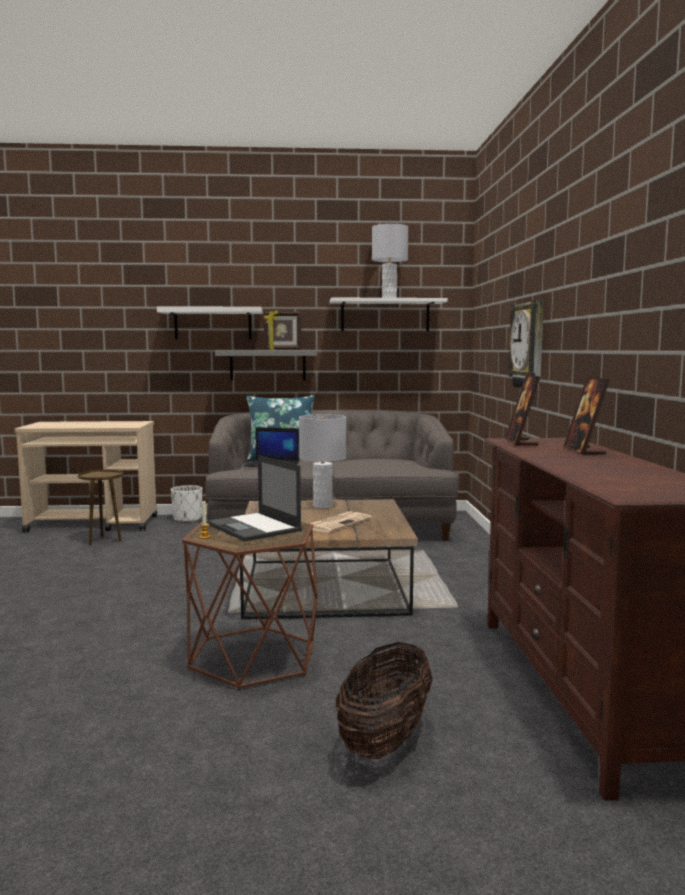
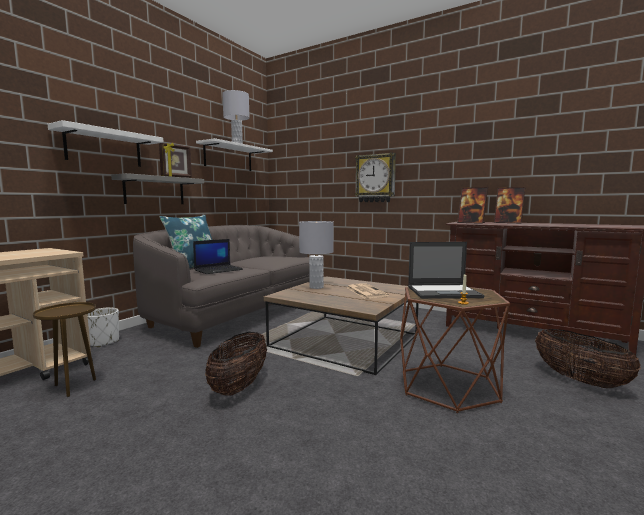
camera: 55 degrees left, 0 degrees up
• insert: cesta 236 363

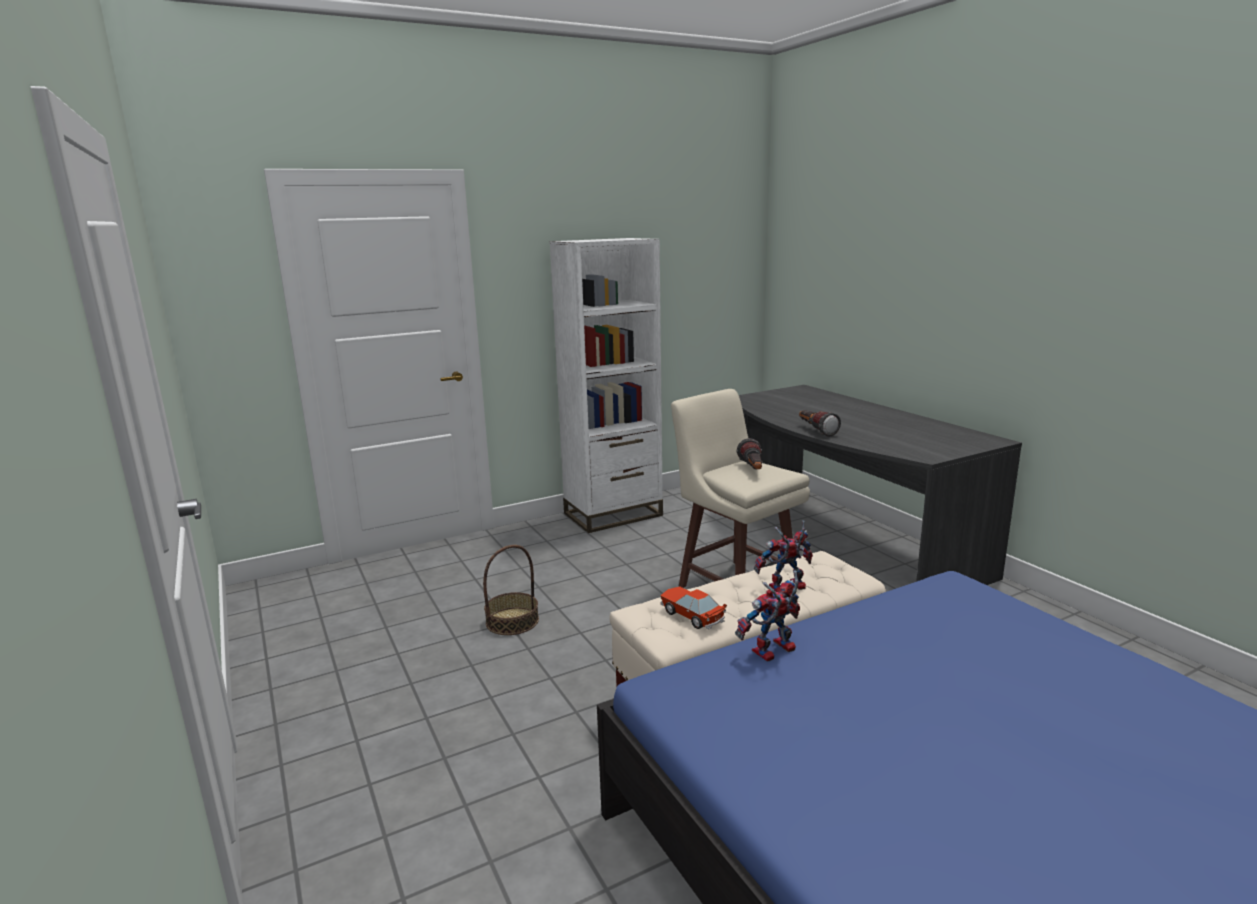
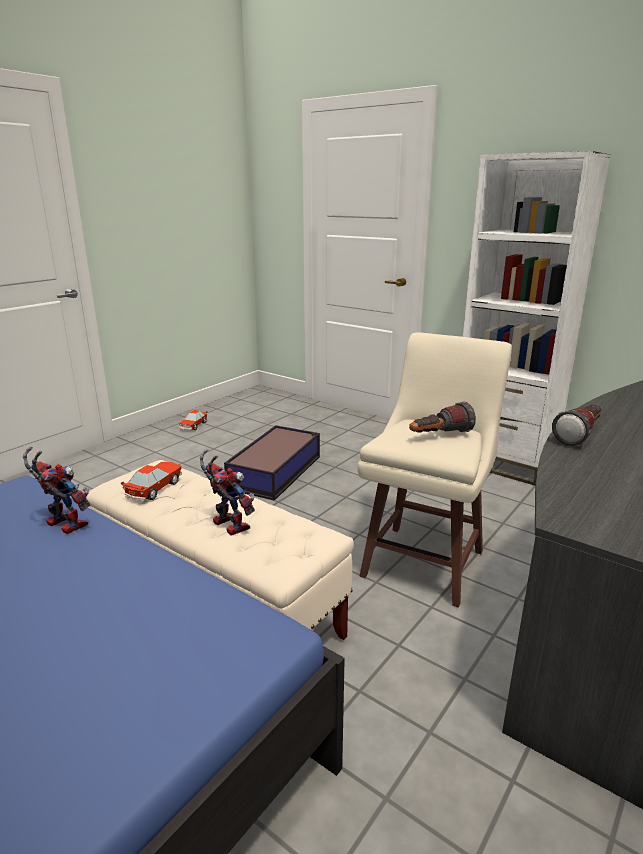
camera: 65 degrees right, 5 degrees up
• insert: coche de juguete 193 420
• replace: cesta 511 590 to caja de almacenaje 272 463

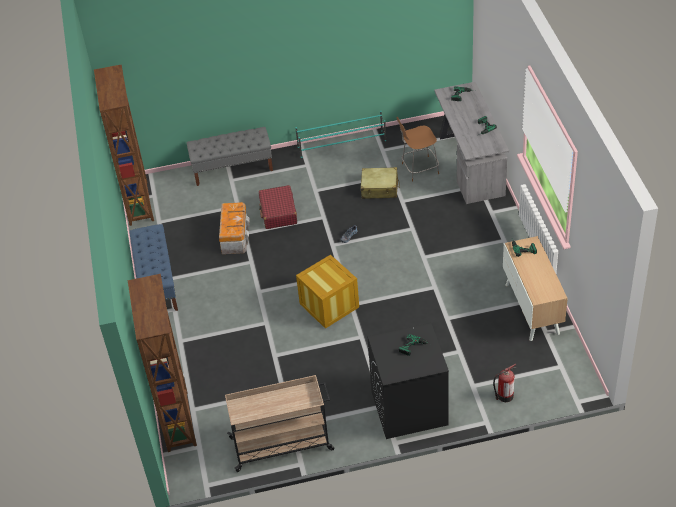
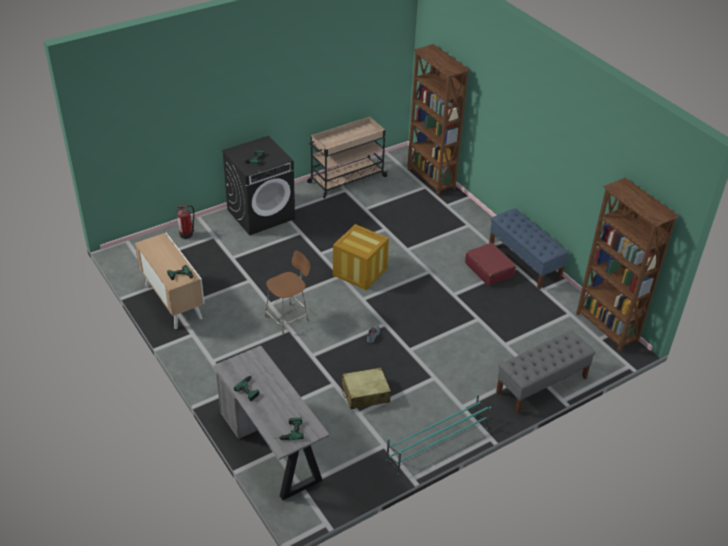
camera: 155 degrees right, 5 degrees down
• delete: caja de almacenaje 234 228
• move: maleta/rojo 278 207 to 490 264
• move: silla/marrón 418 149 to 288 292

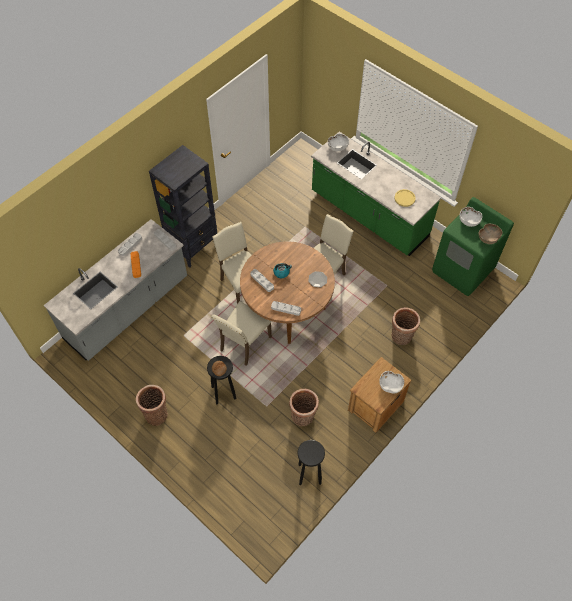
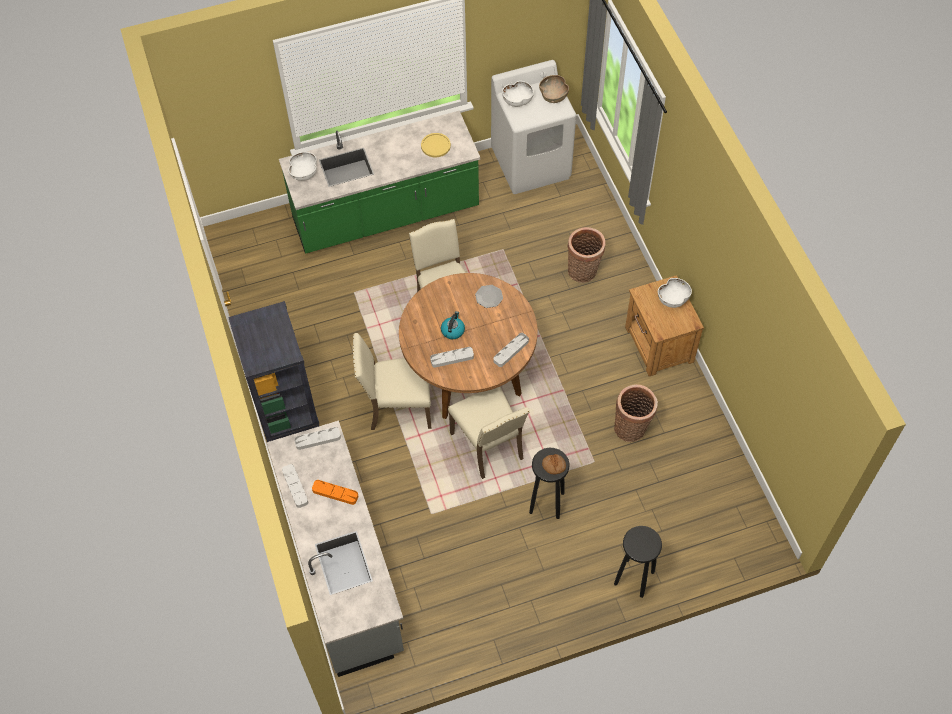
camera: 60 degrees left, 0 degrees up
• delete: cesta 152 405
• move: taburete/negro 311 462 to 638 562
• recolor: lavadora/verde 473 246 to lavadora/blanco 533 127

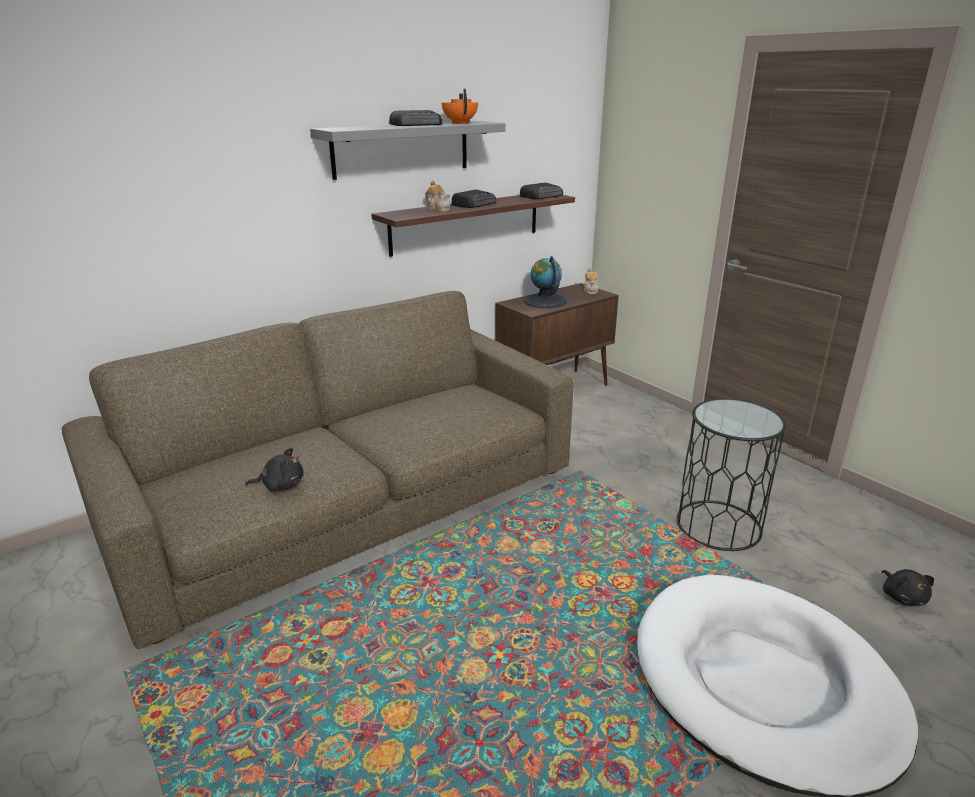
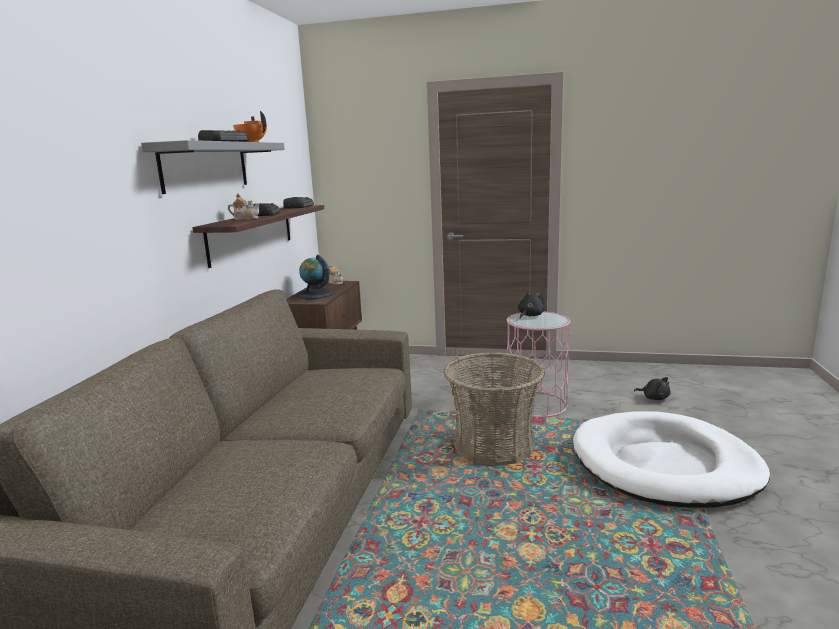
camera: 40 degrees left, 10 degrees down
• insert: cesta 494 409
• move: peluche/negro 274 470 to 531 305
• recolor: mesa auxiliar/negro 731 475 to mesa auxiliar/rosa 538 364

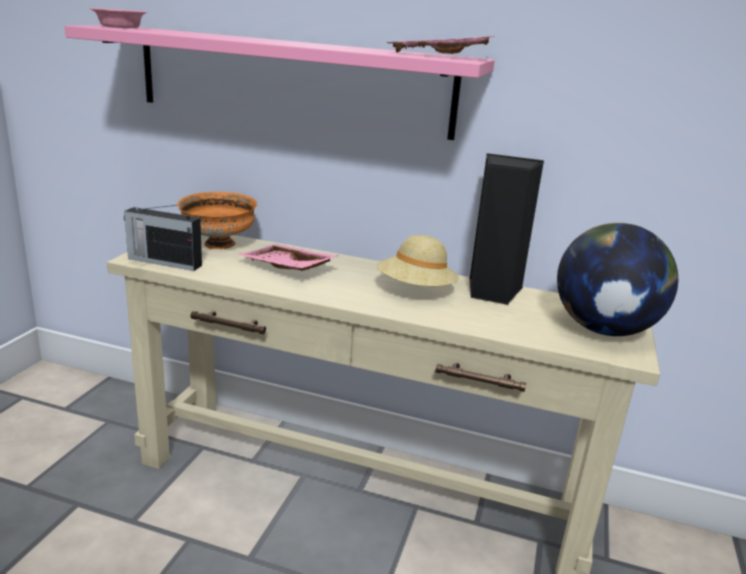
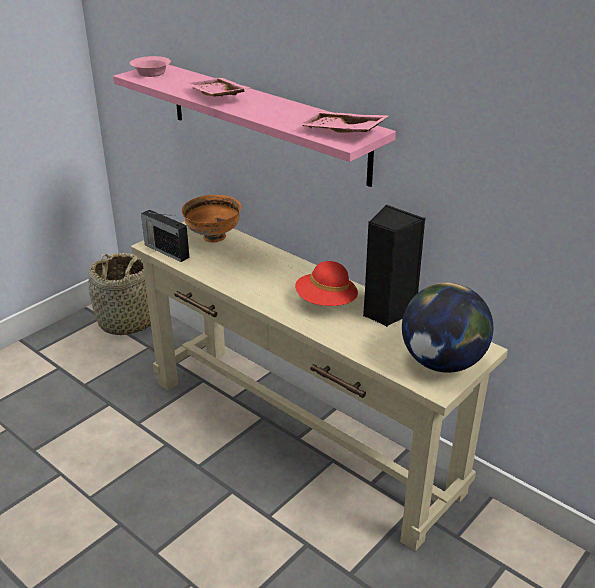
camera: 25 degrees right, 10 degrees up
• insert: cesta 119 294
• move: bandeja/rosa 288 257 to 217 87
• recolor: sombrero/beis 418 260 to sombrero/rojo 326 283

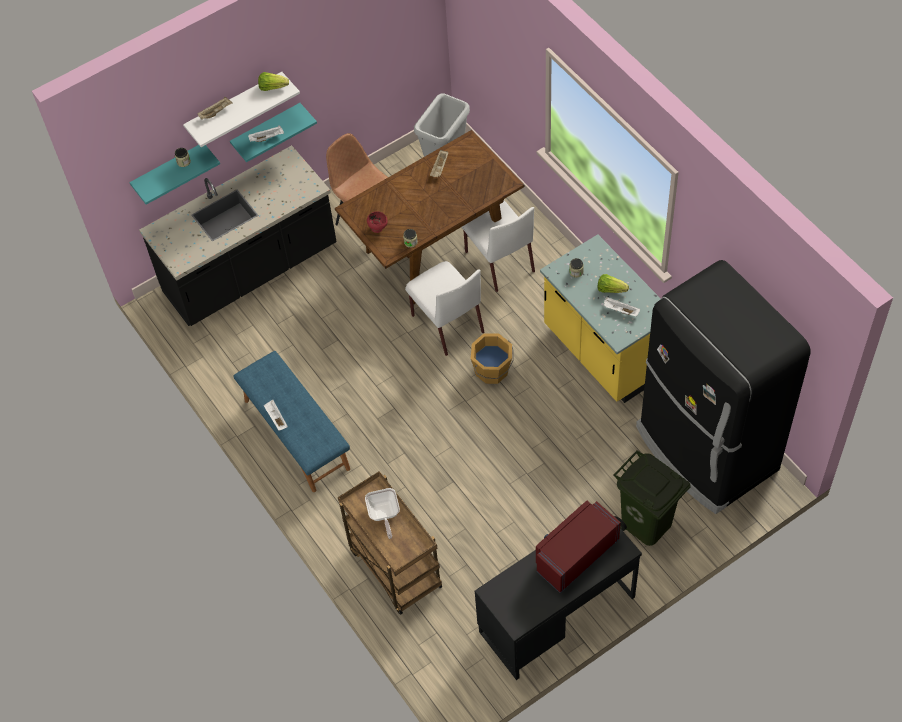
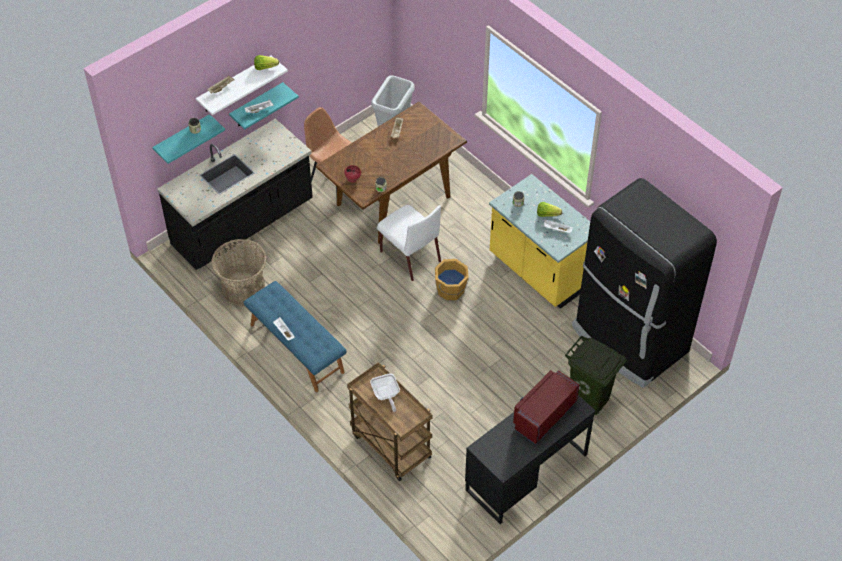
camera: 10 degrees left, 5 degrees down
• delete: silla/blanco 498 246
• insert: cesta 239 272

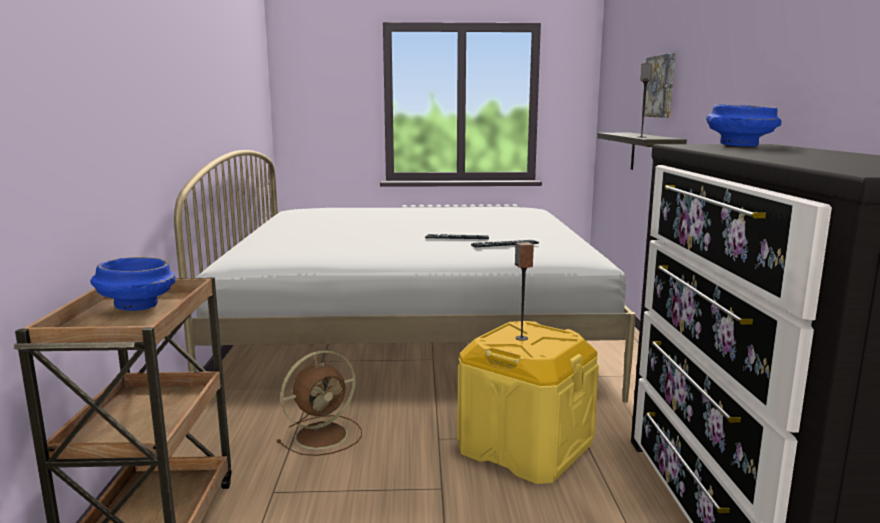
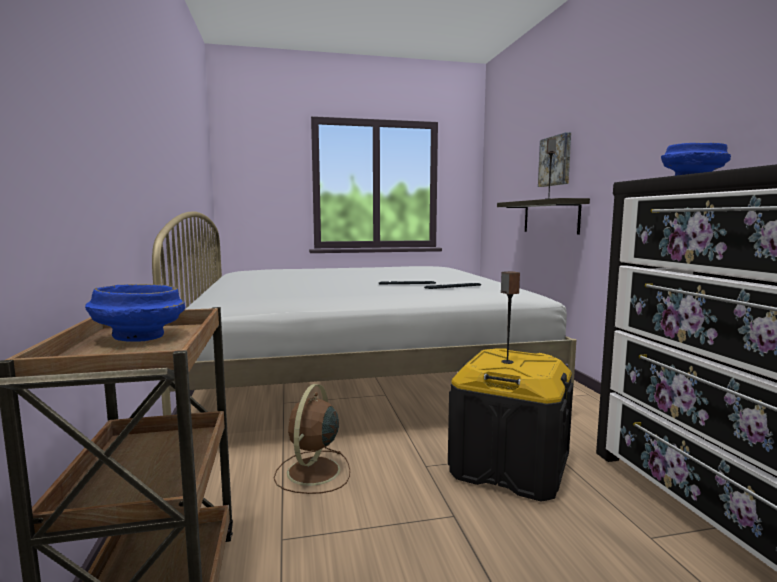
camera: 10 degrees left, 5 degrees down
• recolor: caja de almacenaje/amarillo 528 402 to caja de almacenaje/negro 510 425
• rotate: ventilador/marrón 319 403 = 312 439 150 degrees clockwise

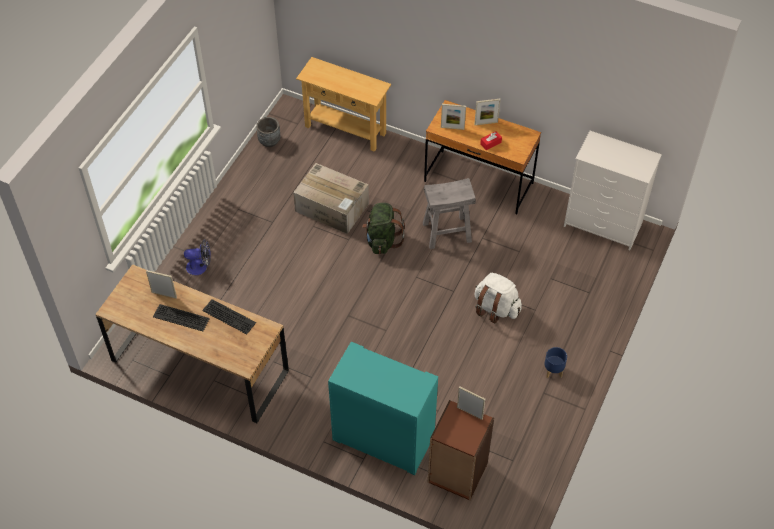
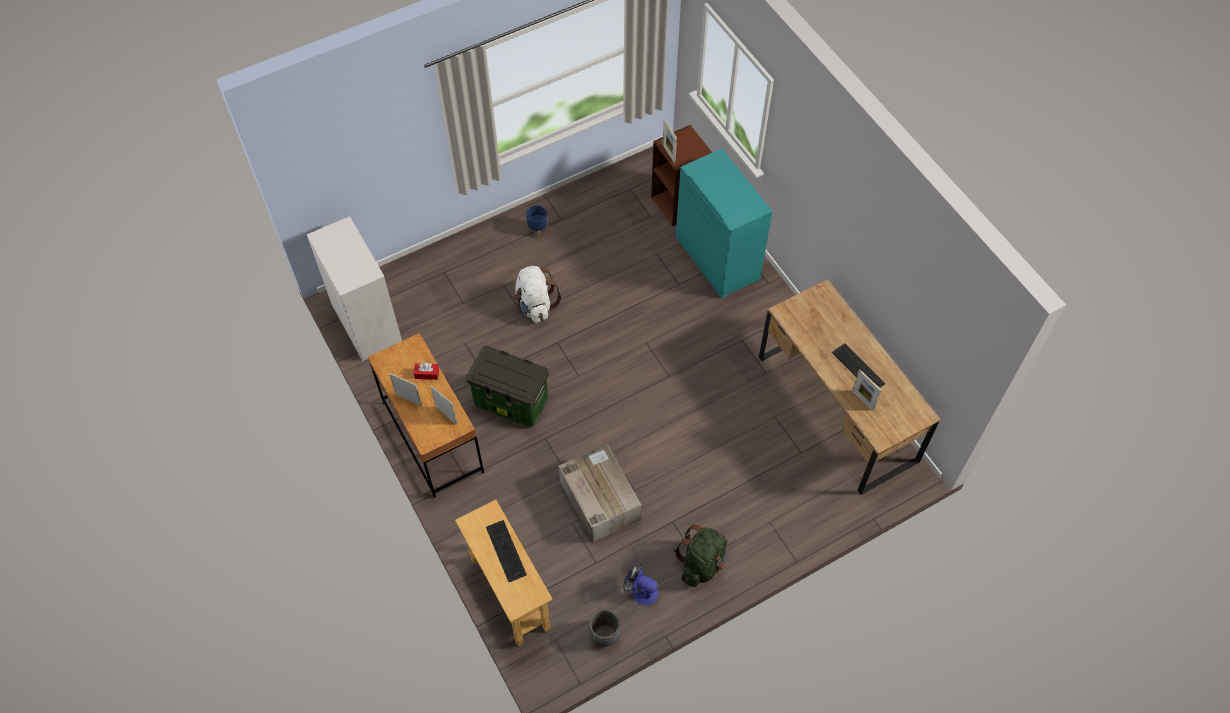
camera: 145 degrees left, 5 degrees up
• move: ventilador 197 257 to 640 583
• move: teclado 229 316 to 506 551
• move: mochila/verde 383 228 to 700 555
• replace: taburete/gris 449 213 to caja de almacenaje 507 386

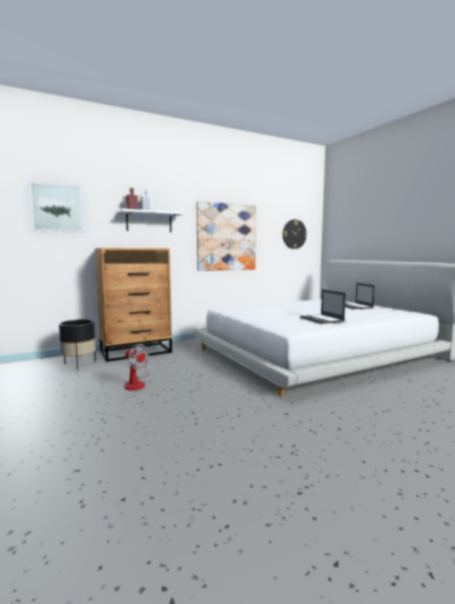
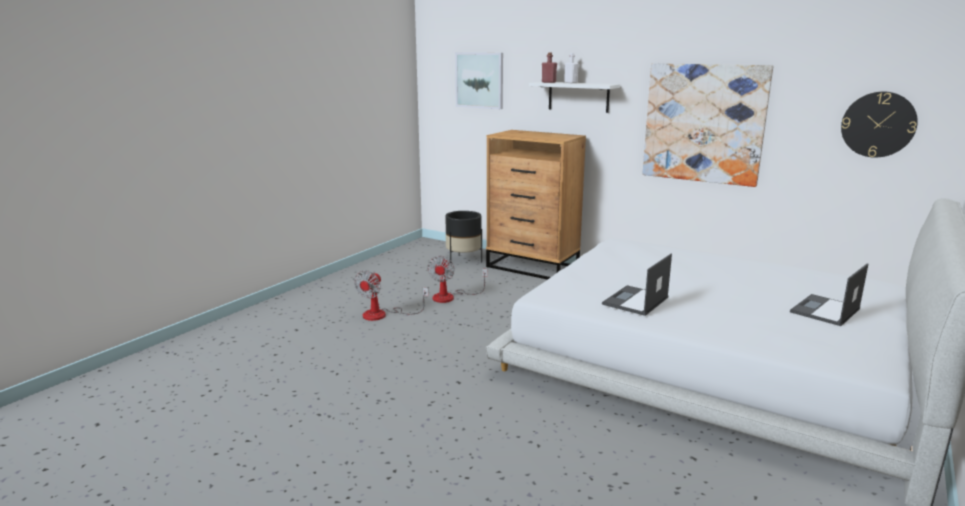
camera: 60 degrees right, 10 degrees up
• insert: ventilador 391 295

